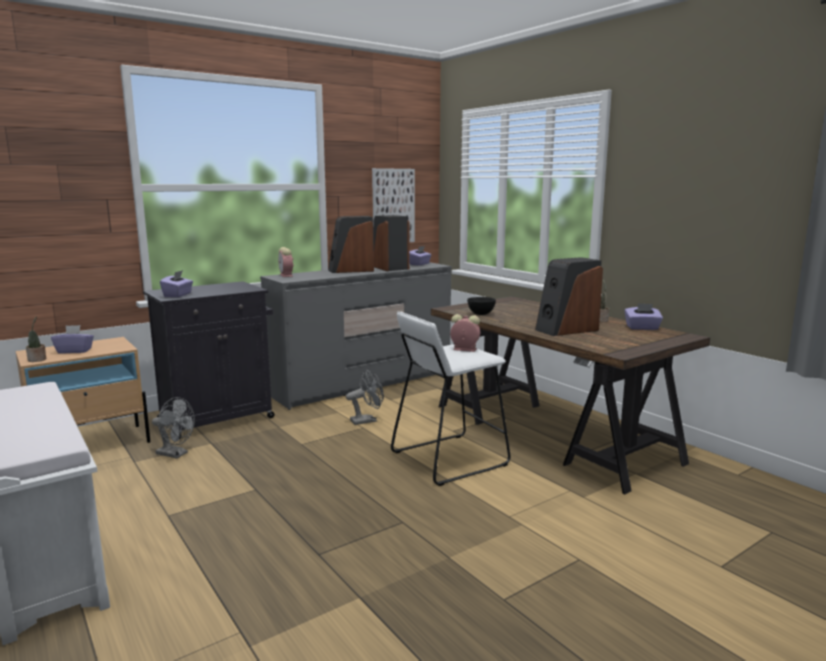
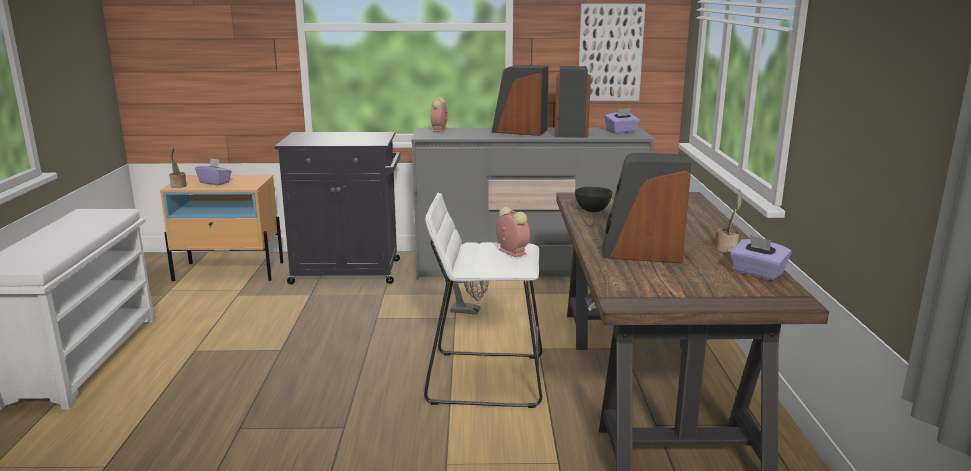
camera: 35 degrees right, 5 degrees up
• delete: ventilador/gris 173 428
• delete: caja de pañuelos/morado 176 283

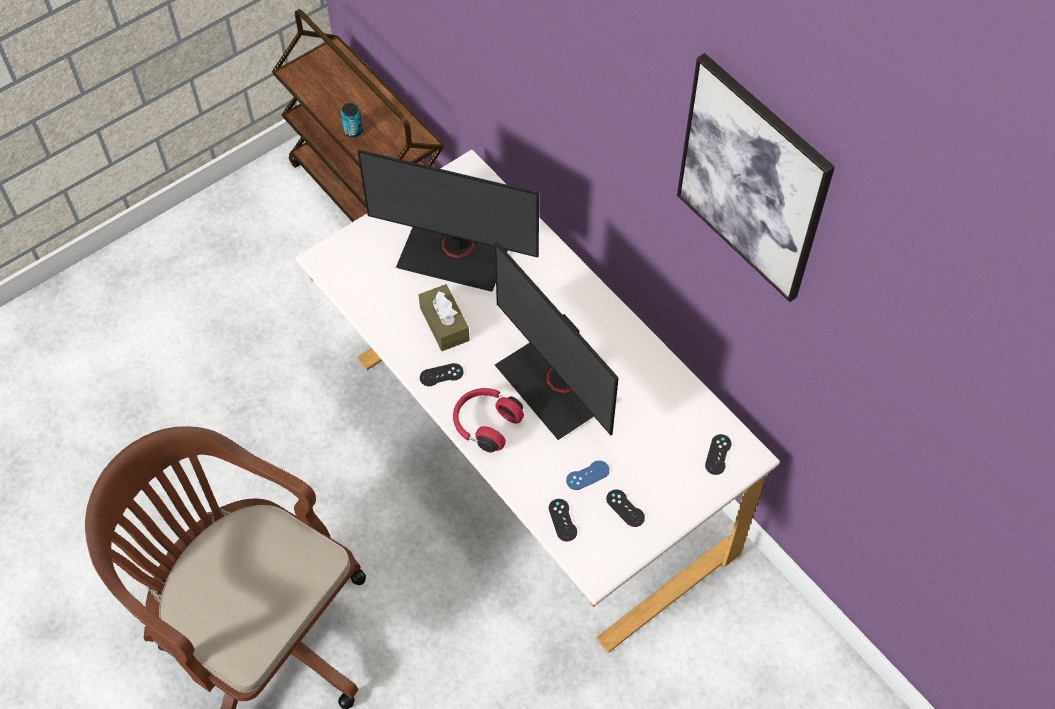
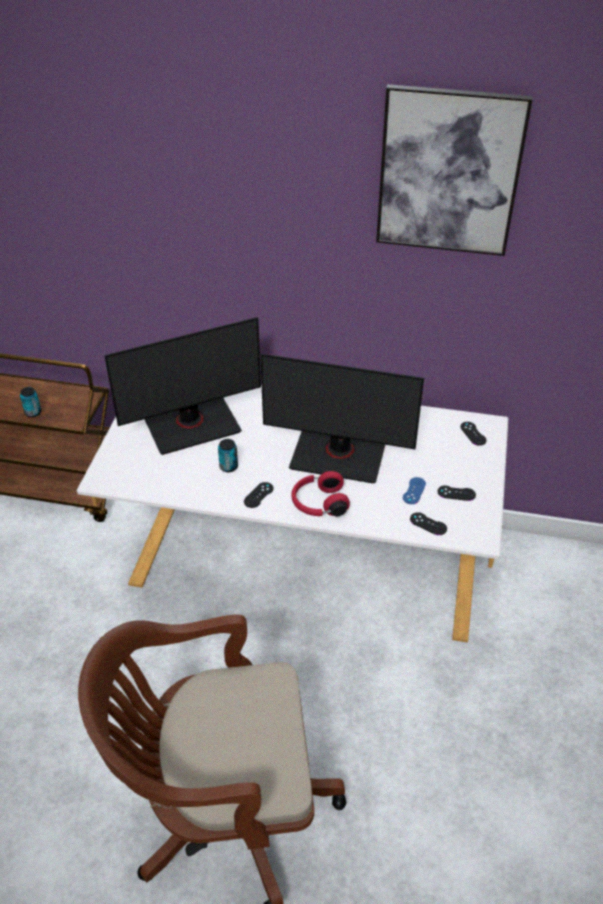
camera: 40 degrees left, 15 degrees down
• replace: caja de pañuelos/marrón 444 317 to lata 228 455

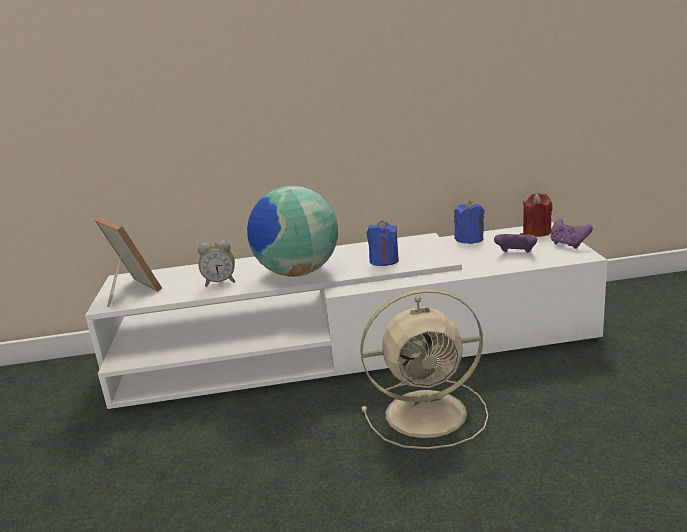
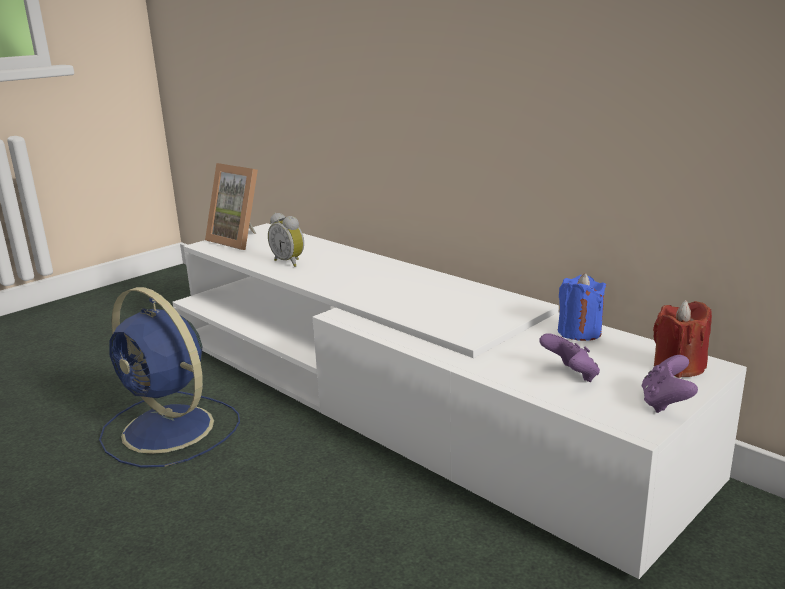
camera: 50 degrees right, 0 degrees up
• delete: globo terráqueo 292 231
• delete: ventilador/beis 424 368
• delete: vela/azul 383 243
• insert: ventilador/azul 169 377
• rotate: portarretratos 128 262 = 231 206 120 degrees clockwise

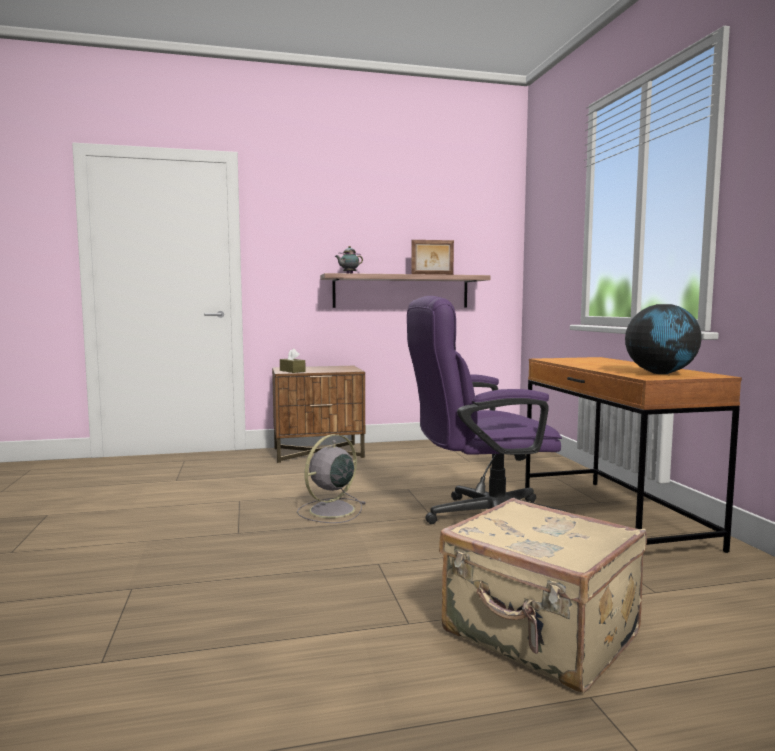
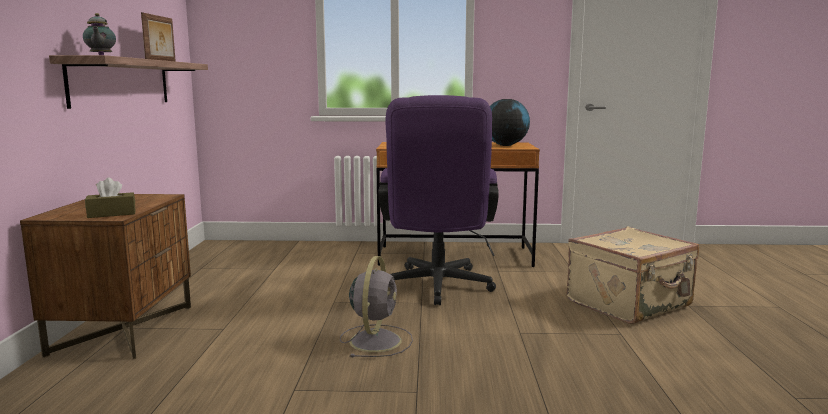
camera: 75 degrees left, 5 degrees up
• rotate: ventilador/gris 331 478 = 376 306 135 degrees counterclockwise

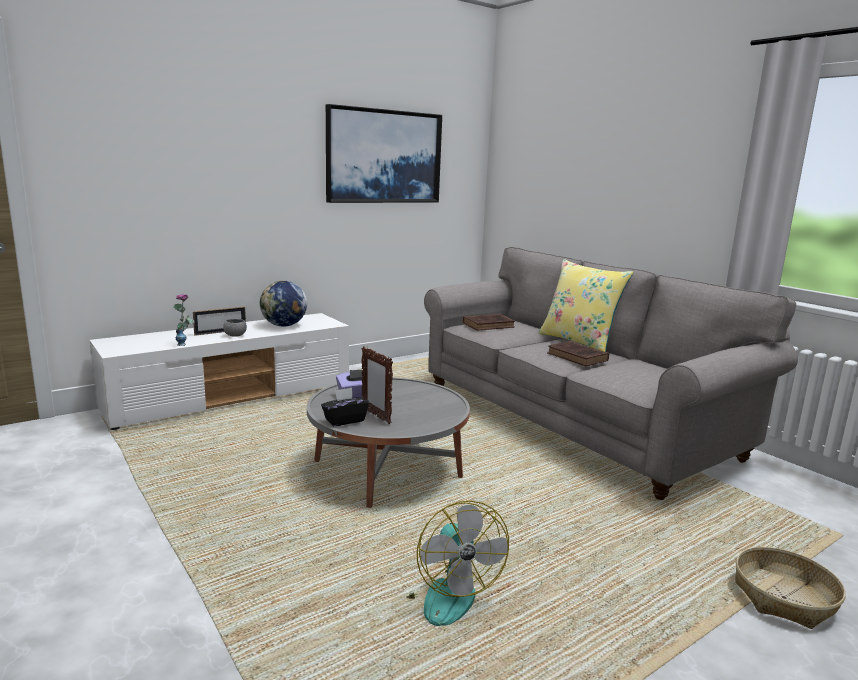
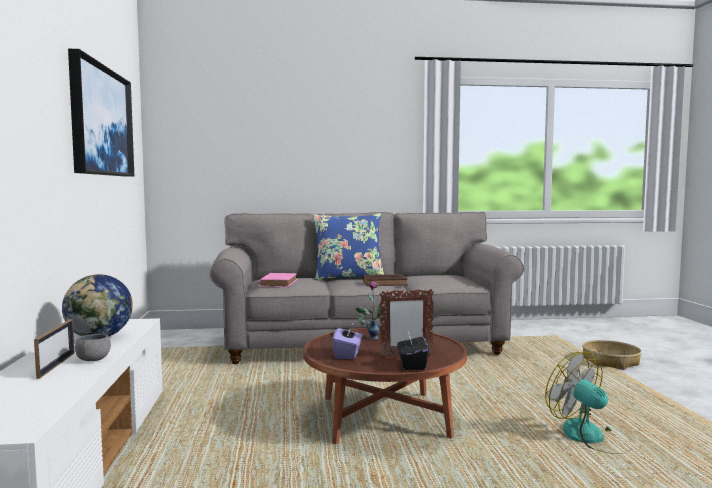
camera: 60 degrees left, 10 degrees down
• move: florero 184 320 to 370 310
• recolor: mesa de centro/gris 388 443 to mesa de centro/marrón 385 386
• recolor: libro/marrón 489 322 to libro/rosa 278 280
• recolor: cojín/amarillo 586 305 to cojín/azul 348 247
• rotate: ventilador 457 563 = 589 403 135 degrees counterclockwise

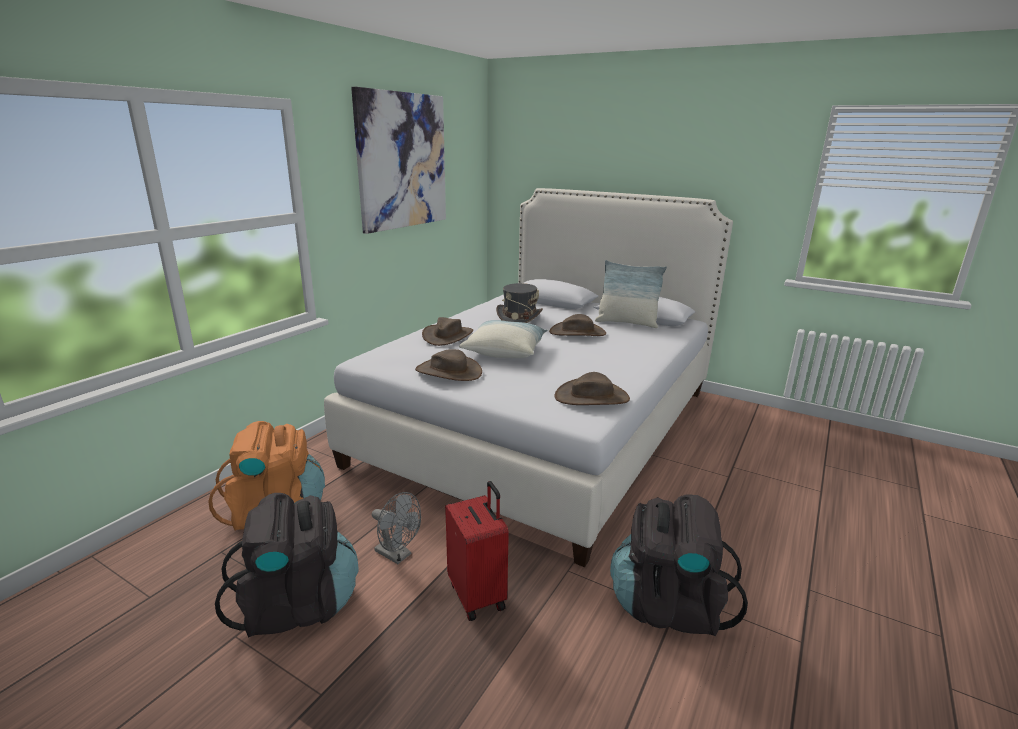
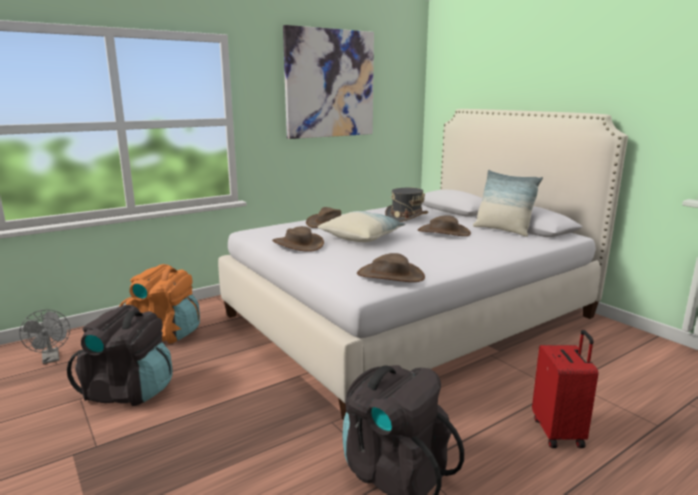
camera: 25 degrees right, 5 degrees down
• move: ventilador/gris 396 528 to 44 336
• move: maleta/rojo 477 551 to 565 389

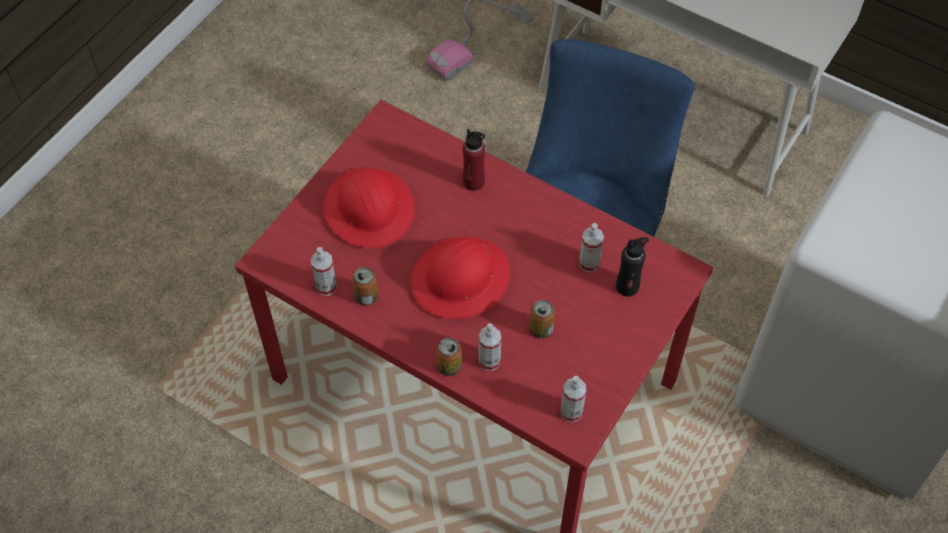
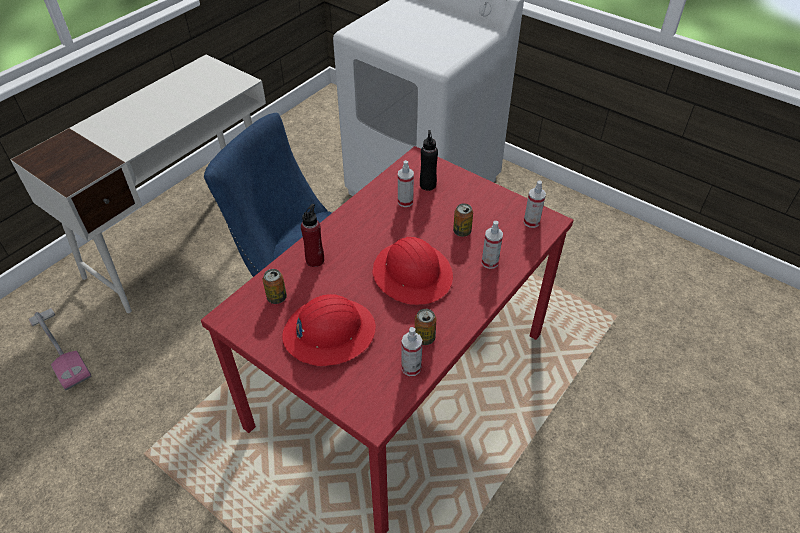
camera: 85 degrees left, 10 degrees down
• move: lata 449 357 to 275 286

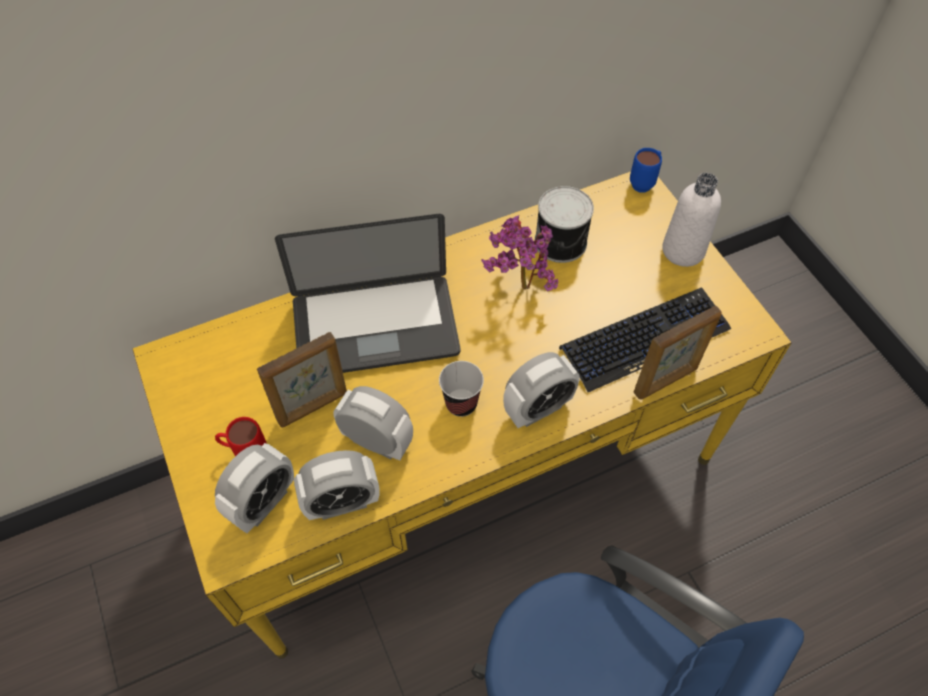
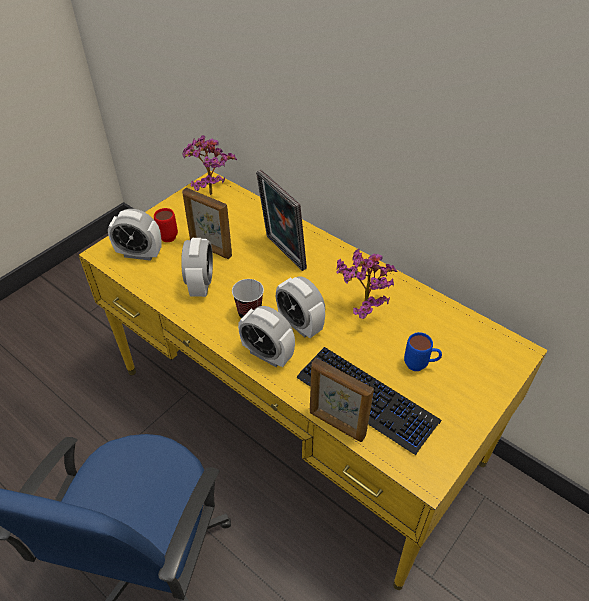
camera: 65 degrees right, 10 degrees down
• delete: lata 564 224
• delete: botella/blanco 691 220
• insert: planta en maceta 209 165
• move: despertador 337 485 to 300 307
• move: taza grande/azul 646 170 to 423 351
• replace: portátil 367 293 to portarretratos 281 220

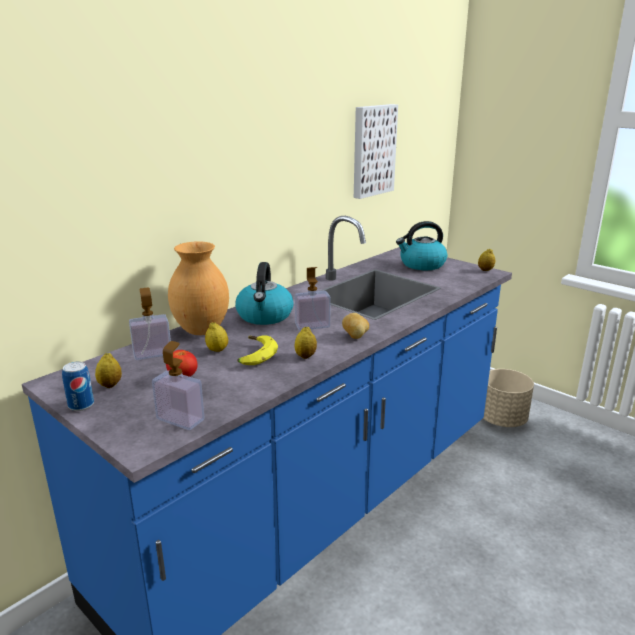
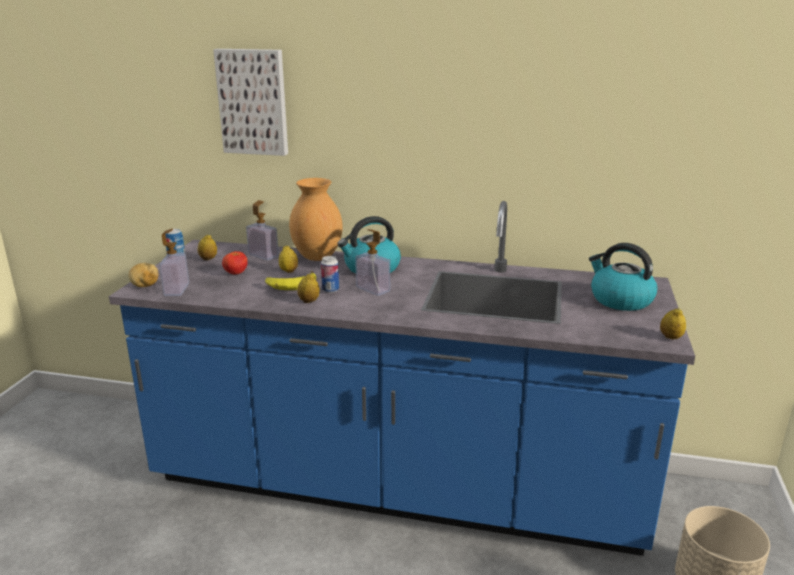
camera: 60 degrees right, 0 degrees up
• insert: lata 330 274
• move: patata 355 326 to 143 275
• move: cuadro 376 151 to 250 102

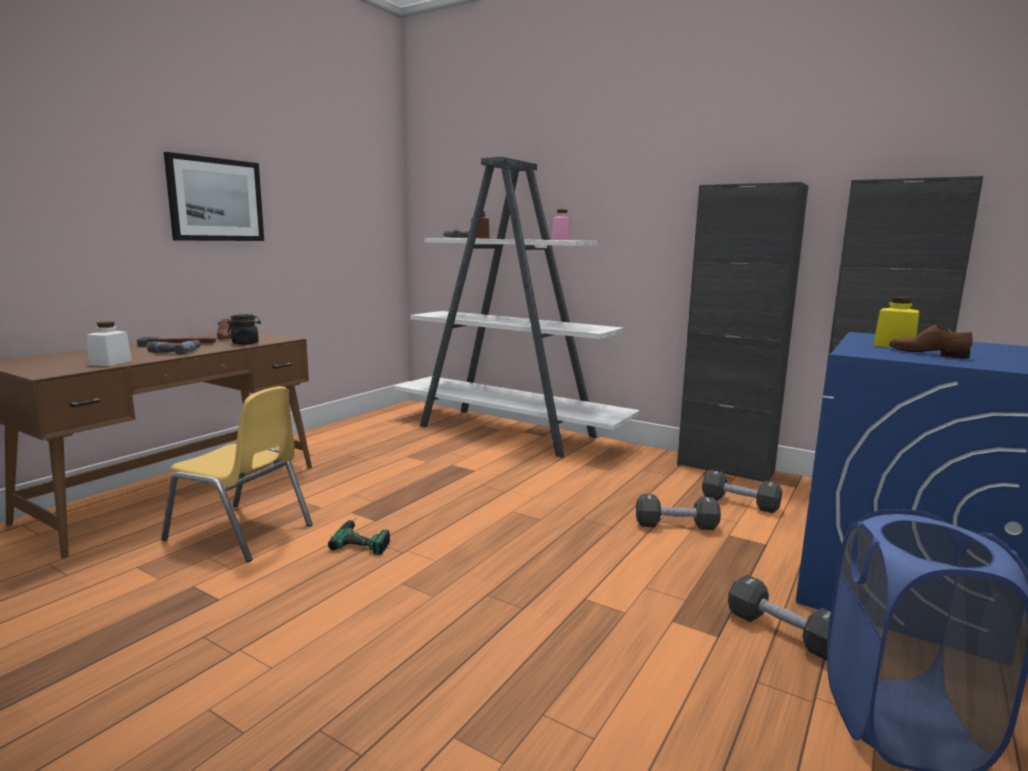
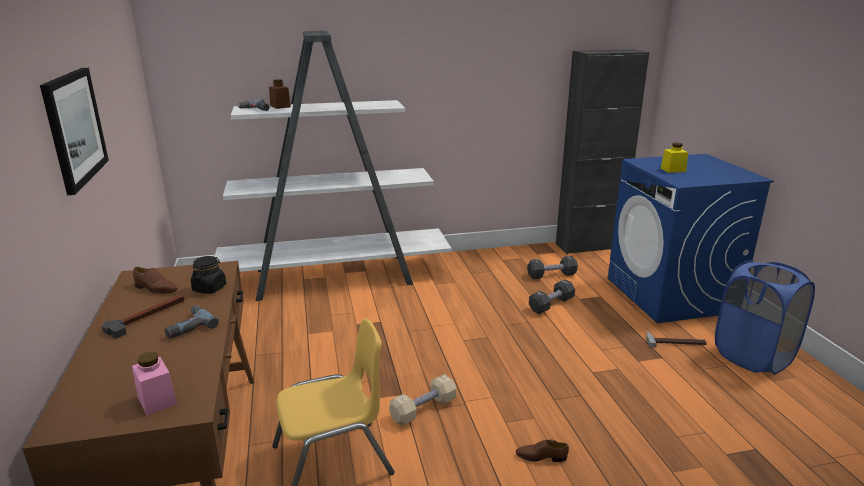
camera: 45 degrees left, 10 degrees up
• delete: tarro/blanco 109 343
• delete: armario/negro 742 332
• move: tarro/rosa 561 225 to 154 383
• move: zapato/marrón 931 342 to 542 450
• replace: taladro 359 536 to mancuerna/beis 422 400
• replace: mancuerna/negro 779 617 to martillo 676 338

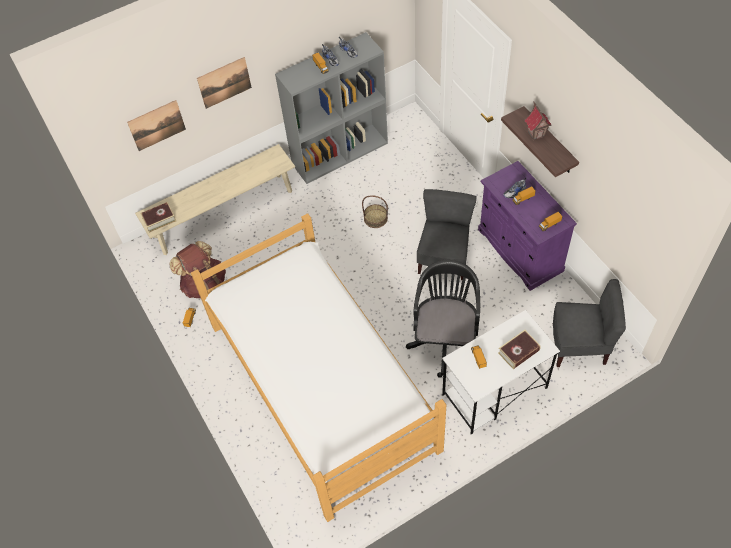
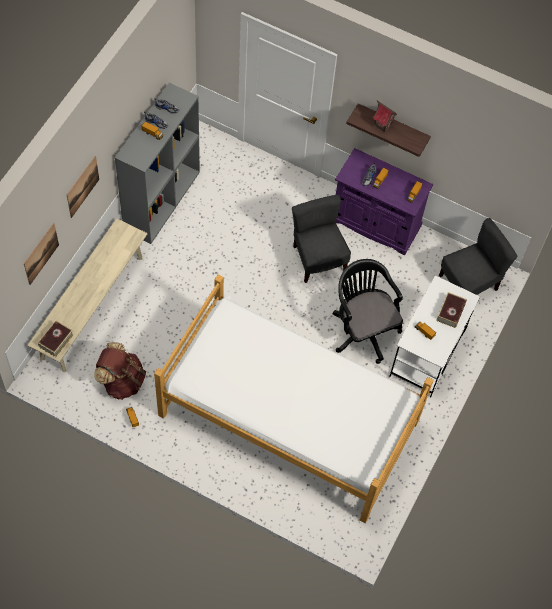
camera: 40 degrees left, 5 degrees up
• delete: cesta 375 211

